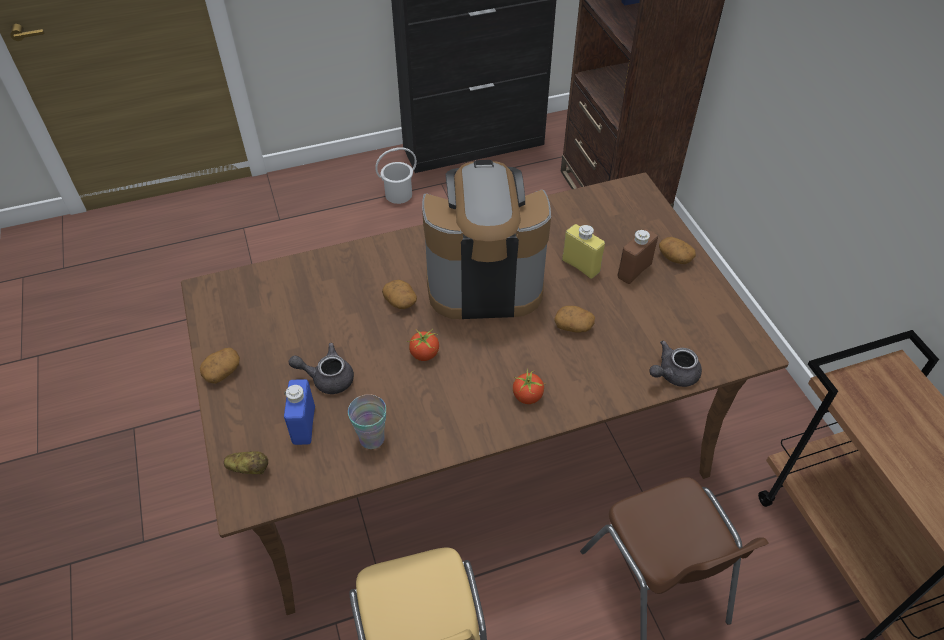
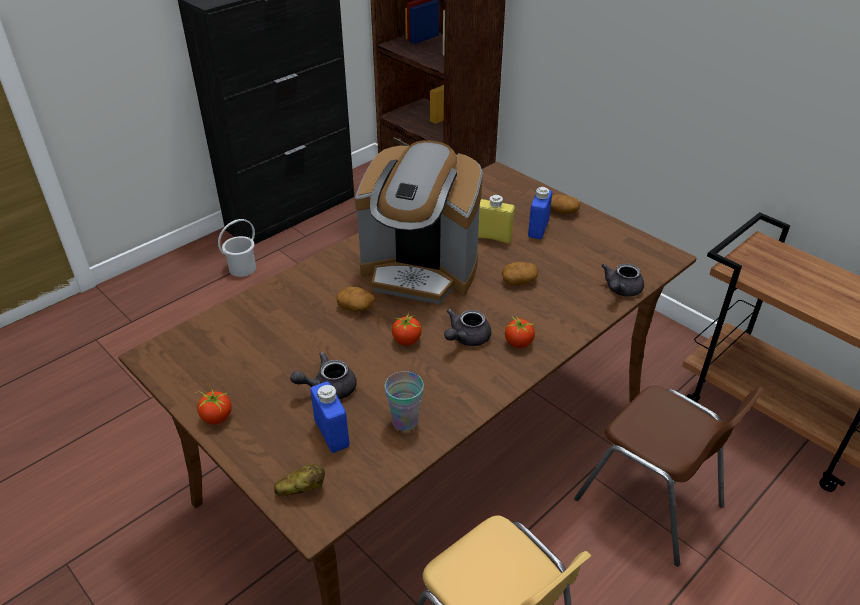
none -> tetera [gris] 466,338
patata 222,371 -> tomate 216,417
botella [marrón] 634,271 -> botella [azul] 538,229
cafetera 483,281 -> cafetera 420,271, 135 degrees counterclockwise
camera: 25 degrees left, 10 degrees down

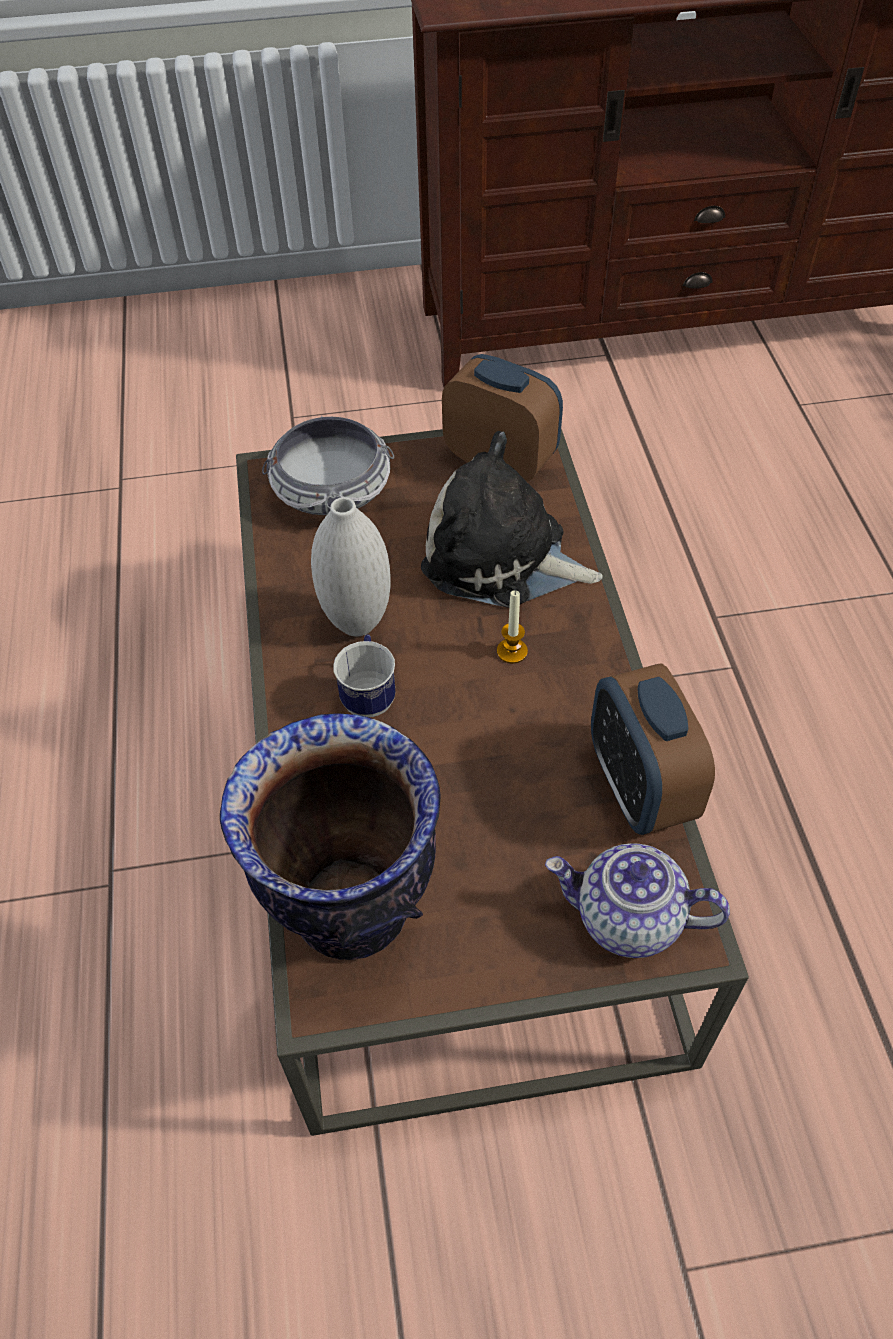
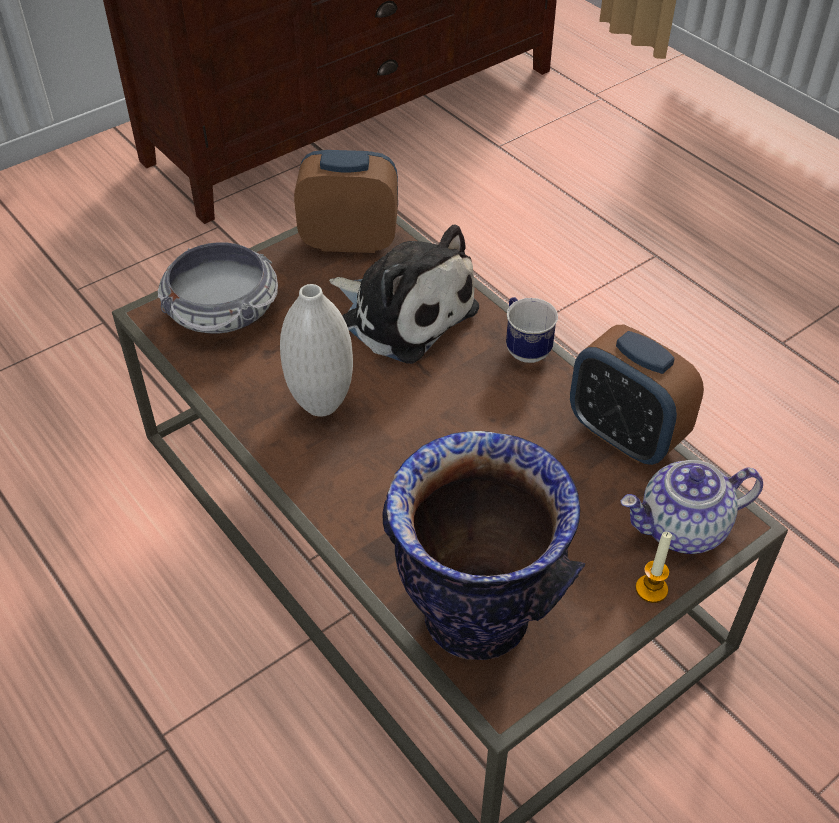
taza grande 369,694 -> taza grande 524,348, shifted
vela 512,651 -> vela 651,589, shifted
peluche 502,558 -> peluche 404,312, 135 degrees counterclockwise
camera: 30 degrees left, 5 degrees down

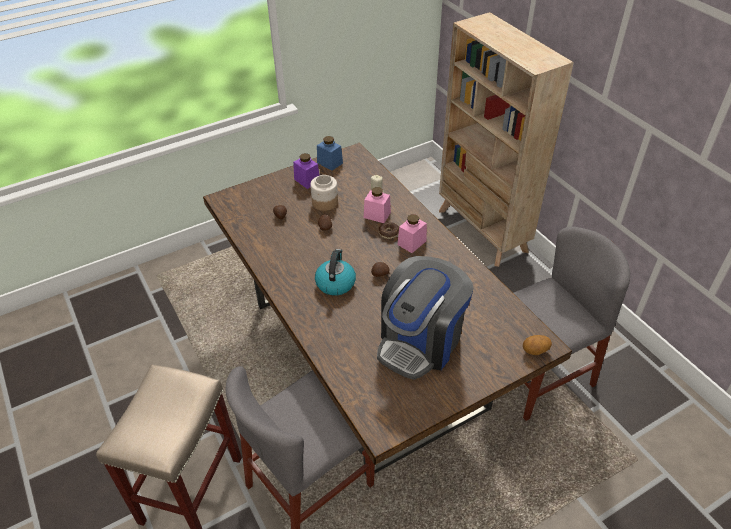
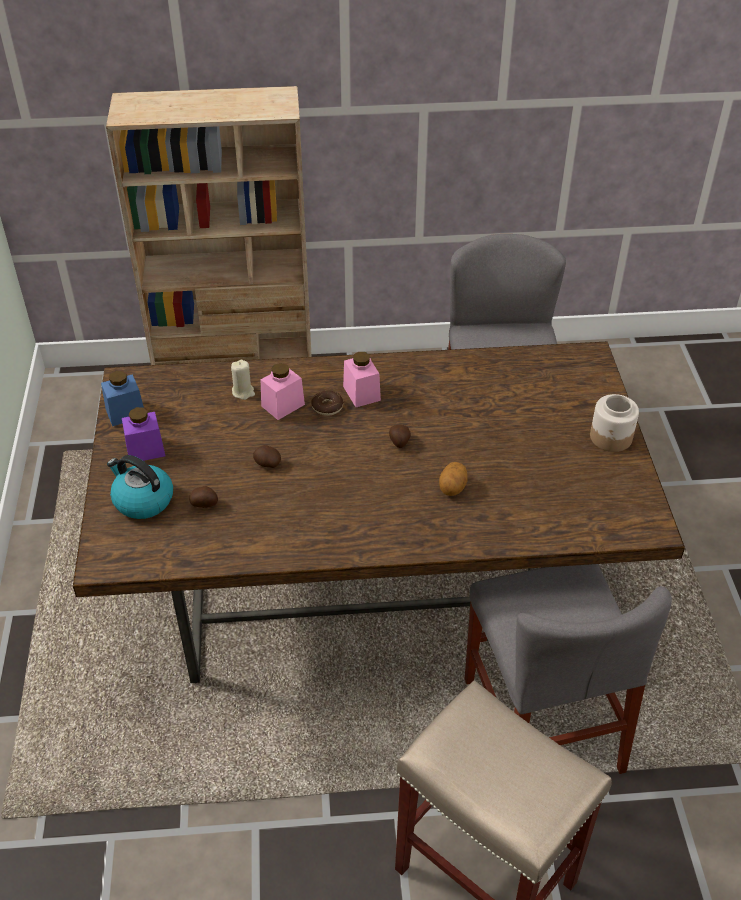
cafetera 421,341 -> none
tarro 324,202 -> tarro 611,438, shifted
hervidor 335,283 -> hervidor 142,500, shifted
patata 535,351 -> patata 453,488, shifted
camera: 65 degrees left, 0 degrees up

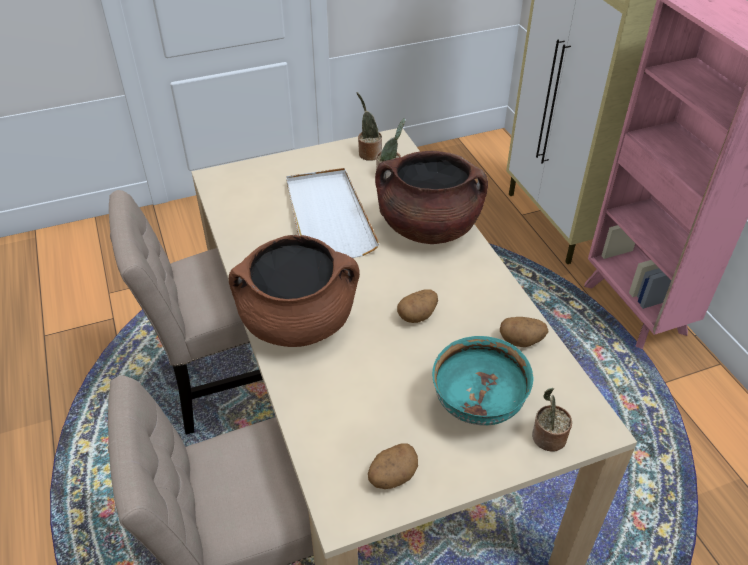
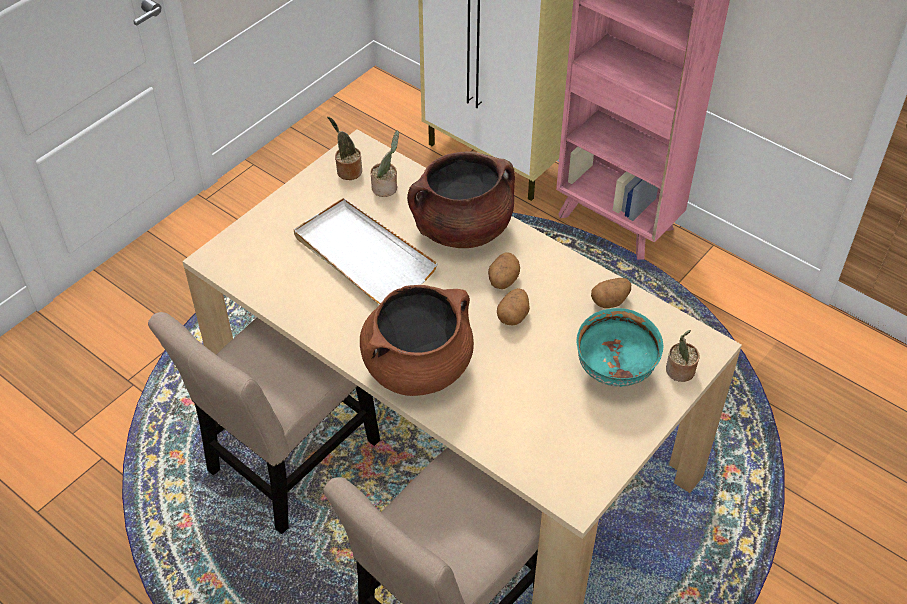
patata 392,476 -> patata 503,281, shifted
camera: 30 degrees left, 5 degrees up

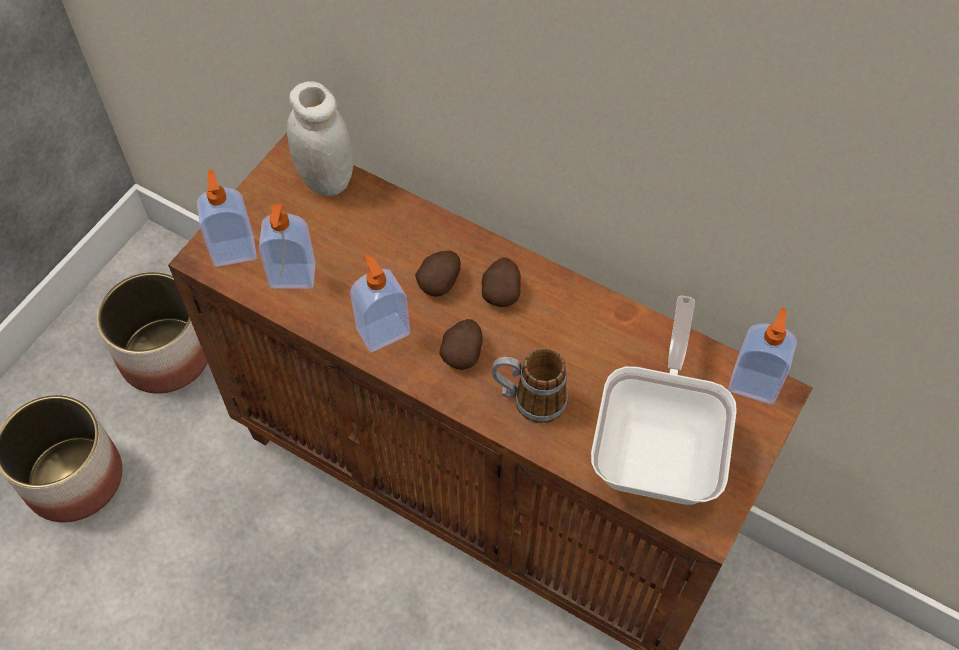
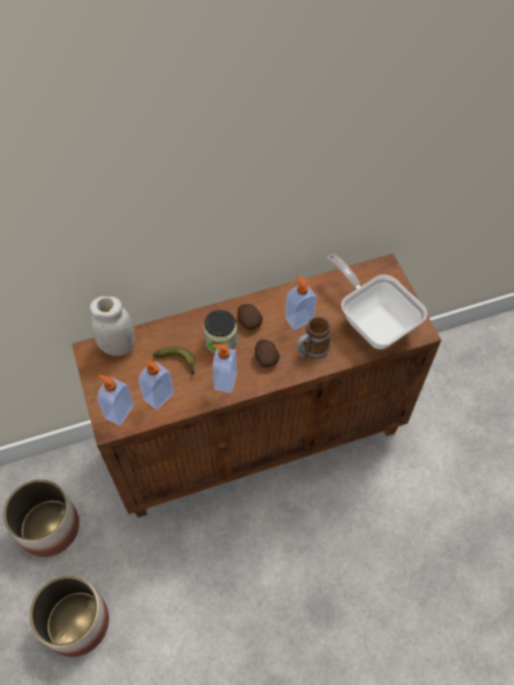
none -> plátano 179,362
dispensador de jabón 754,383 -> dispensador de jabón 299,318, shifted
patata 440,282 -> tarro 221,341
camera: 50 degrees left, 0 degrees up

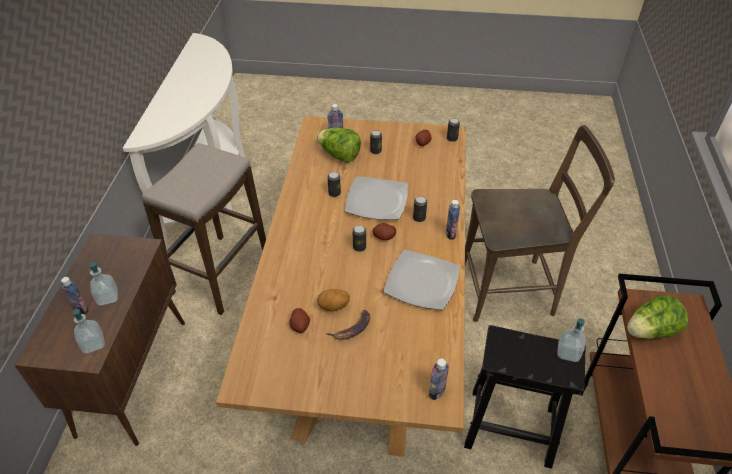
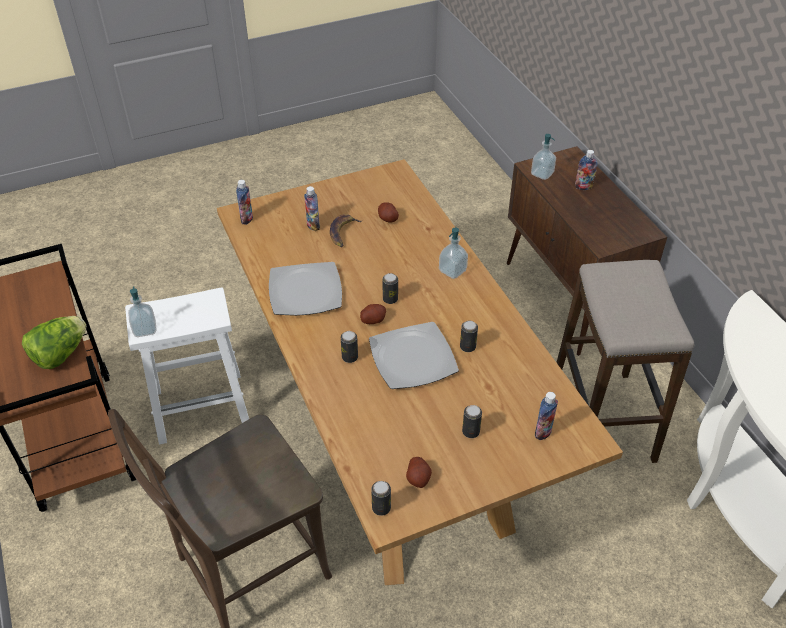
lechuga 339,155 -> none
patata 333,307 -> none
dispensador de jabón 107,297 -> dispensador de jabón 452,271, shifted
botella 450,234 -> botella 313,225, shifted
taburete [negro] 508,427 -> taburete [blanco] 202,406
camera: 150 degrees right, 0 degrees up

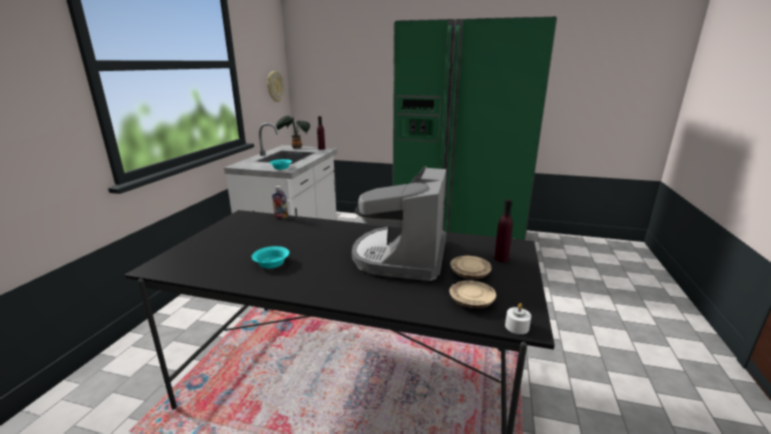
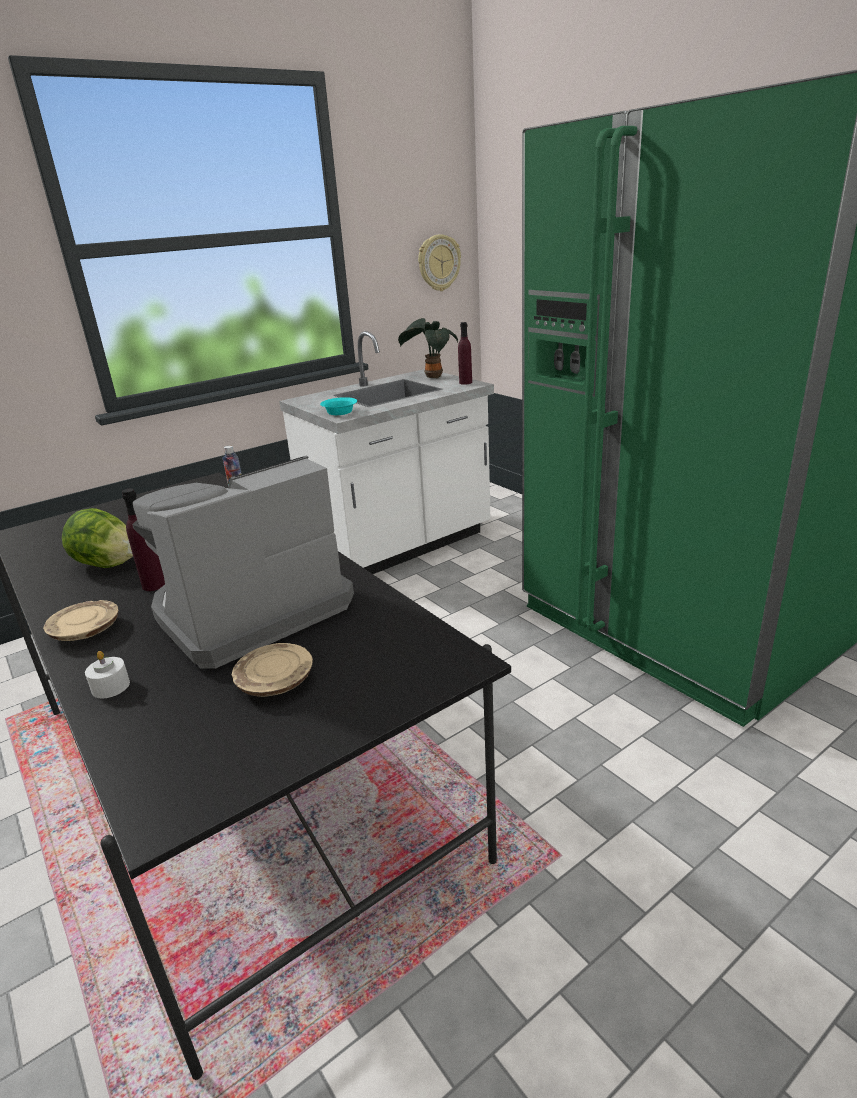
plato [beis] 471,301 -> plato [beis] 85,631, shifted
botella [morado] 501,259 -> botella [morado] 154,585, shifted
vela [blanco] 517,326 -> vela [blanco] 110,686, shifted
cuenco [turquesa] 271,263 -> lechuga 107,564
camera: 40 degrees right, 5 degrees up

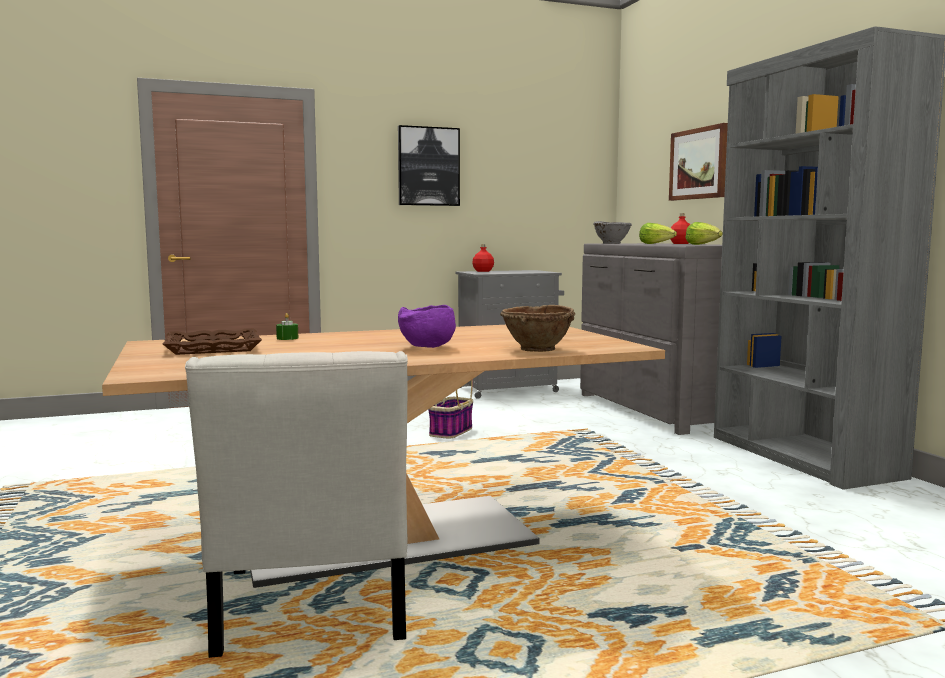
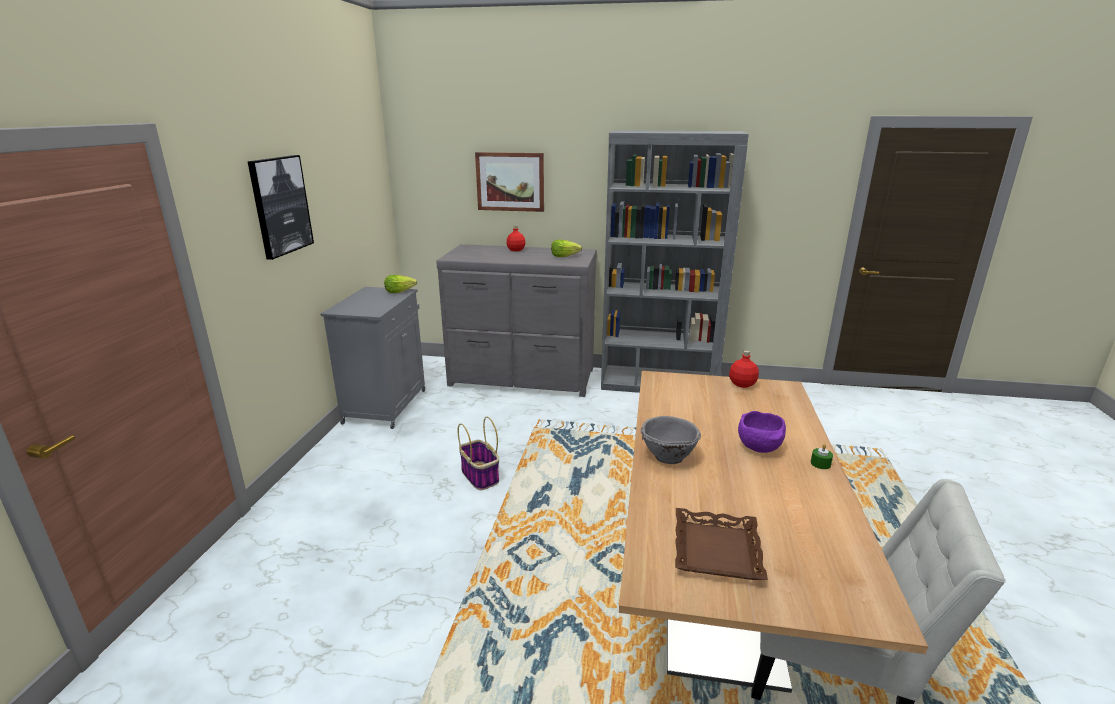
cuenco [marrón] 537,349 -> none
vela [verde] 287,338 -> vela [verde] 820,463, shifted
botella [rojo] 483,271 -> botella [rojo] 742,384, shifted
cuenco [gris] 611,243 -> cuenco [gris] 667,456, shifted
lechuga 656,244 -> lechuga 399,291, shifted
camera: 60 degrees left, 15 degrees up

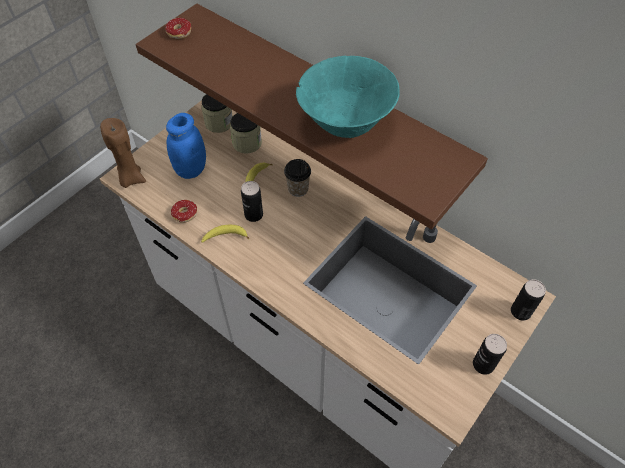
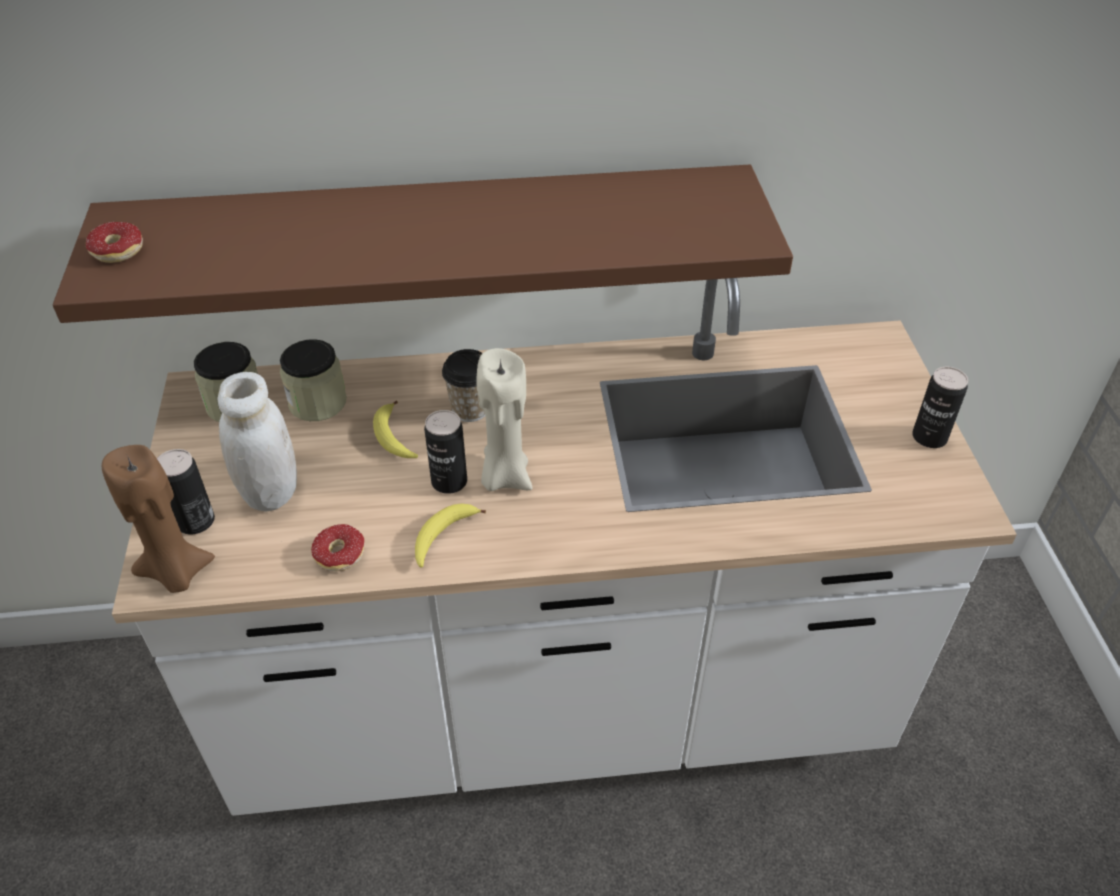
cuenco [turquesa] 345,124 -> none
none -> vela [beis] 504,476
lata 520,311 -> lata 196,521, shifted
tarro [azul] 191,169 -> tarro [blanco] 270,492
camera: 45 degrees left, 10 degrees down

